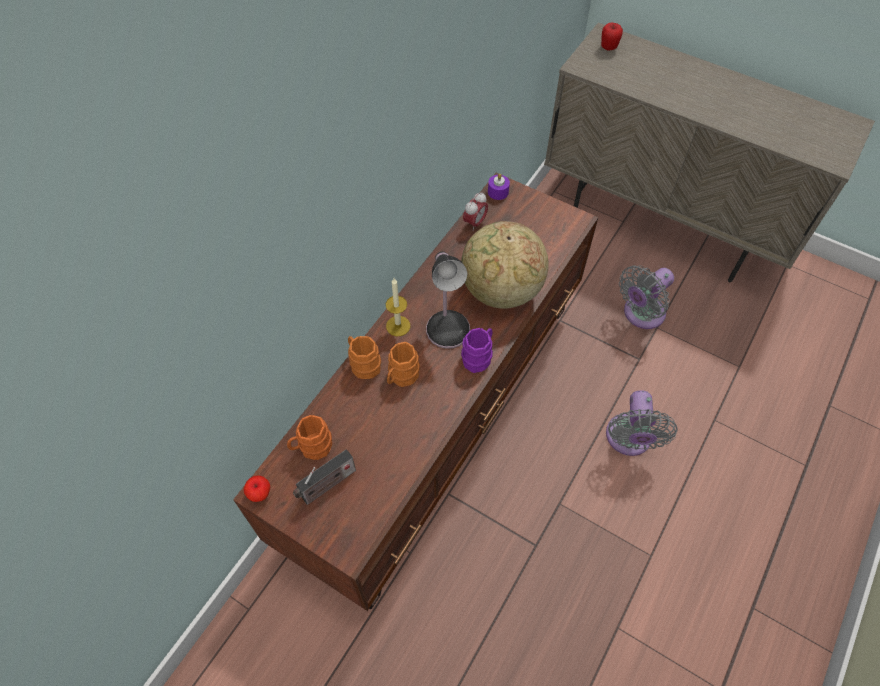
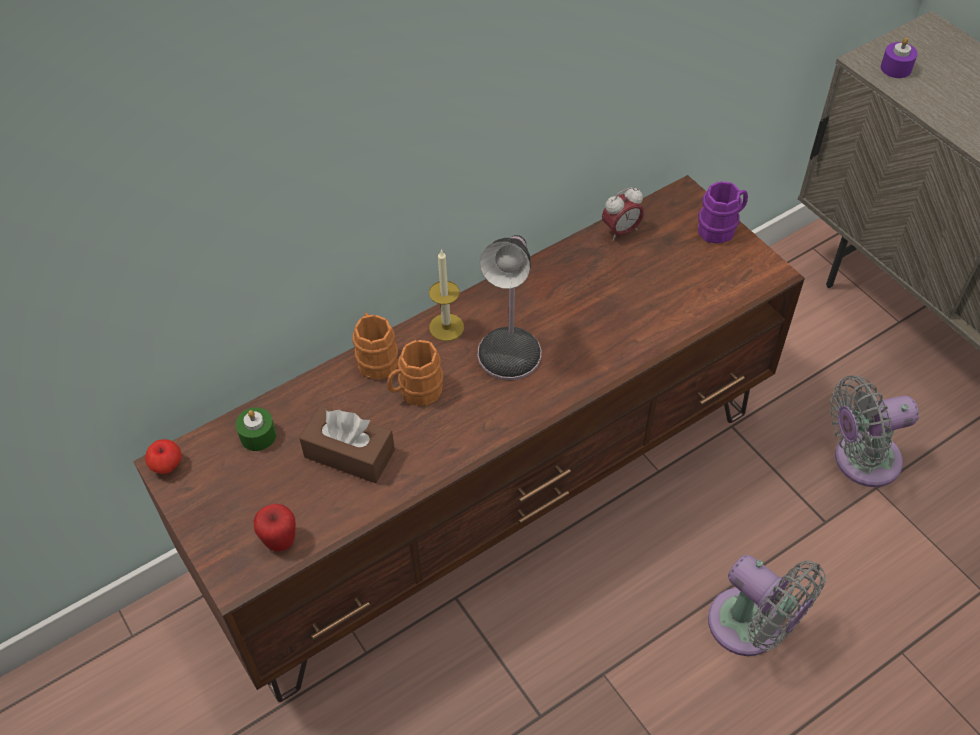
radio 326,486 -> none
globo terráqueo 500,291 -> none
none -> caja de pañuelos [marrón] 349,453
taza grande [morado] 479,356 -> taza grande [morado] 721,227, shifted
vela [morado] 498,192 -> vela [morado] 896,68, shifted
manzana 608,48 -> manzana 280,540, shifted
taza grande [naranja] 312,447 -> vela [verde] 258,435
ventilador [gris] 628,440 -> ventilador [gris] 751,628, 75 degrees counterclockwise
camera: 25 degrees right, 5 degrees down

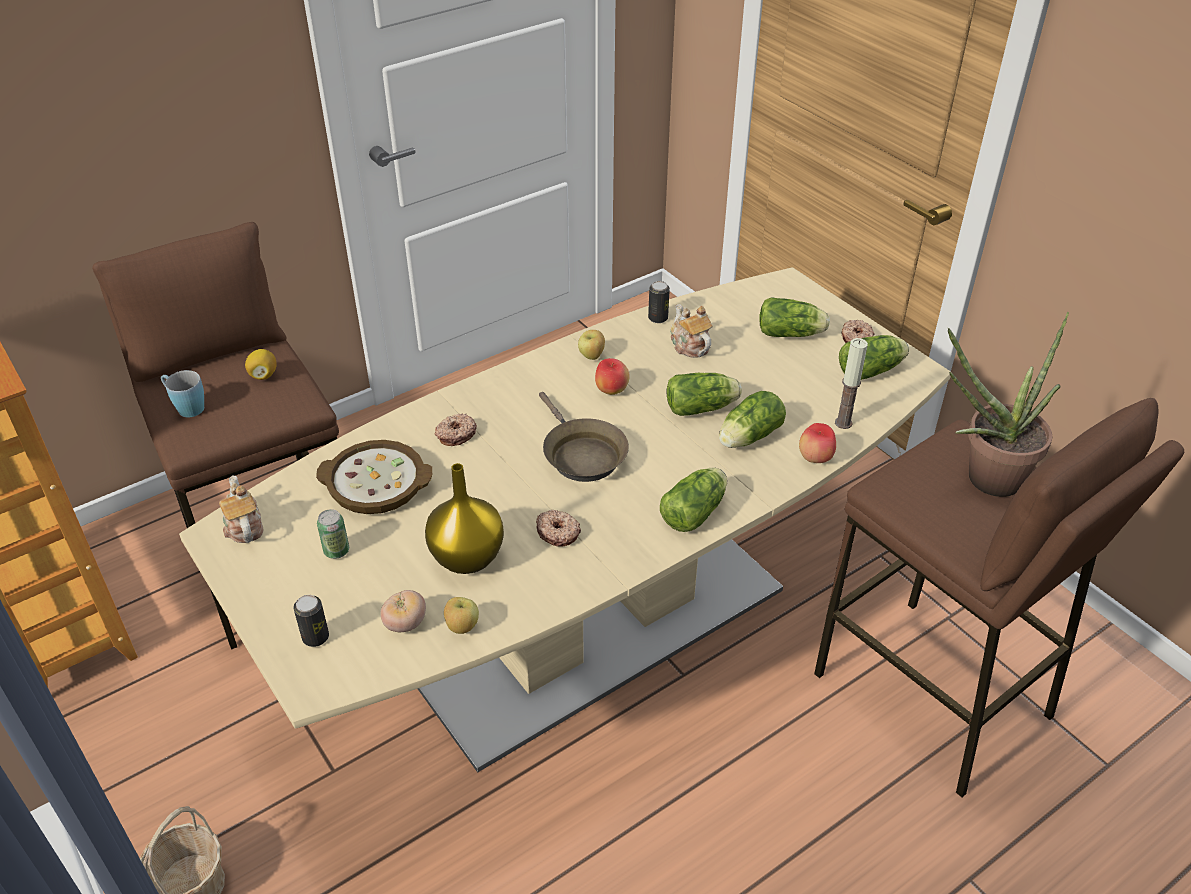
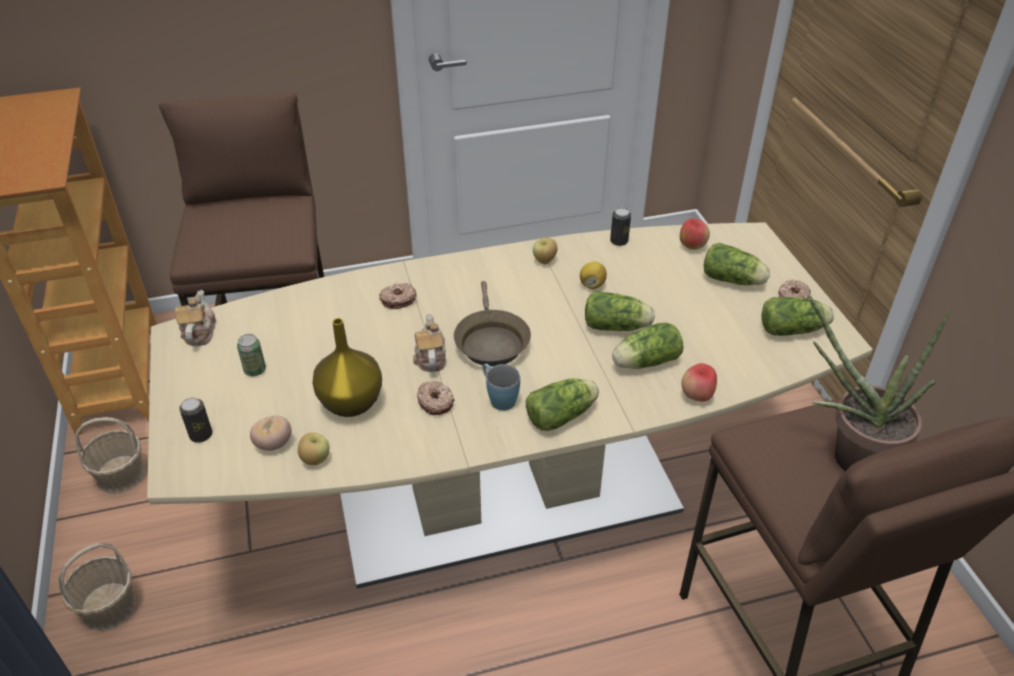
cuenco 377,487 -> none
vela 843,423 -> none
none -> cesta 120,475
taza grande [azul] 186,407 -> taza grande [azul] 498,398, shifted
limón 263,375 -> limón 592,284, shifted
manzana 611,391 -> manzana 692,247, shifted
tetera 689,345 -> tetera 430,357, shifted
camera: 20 degrees right, 0 degrees up

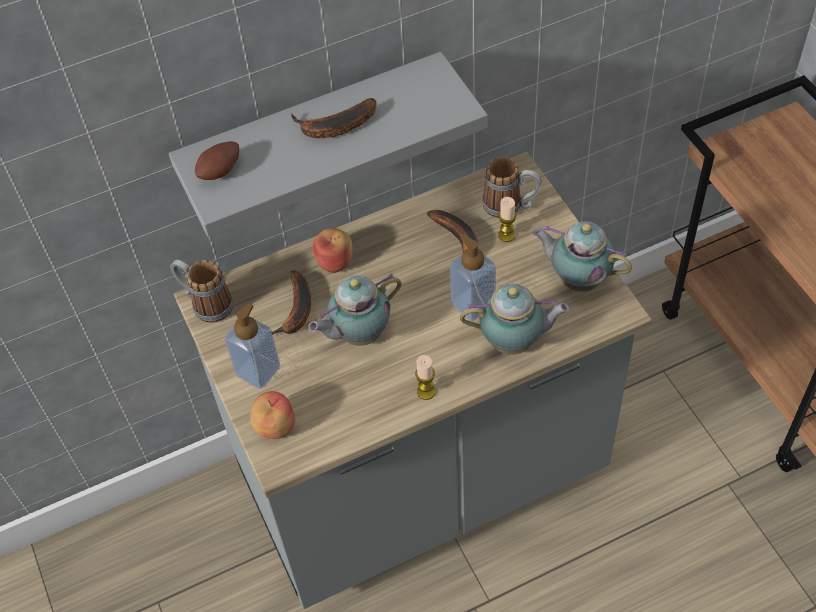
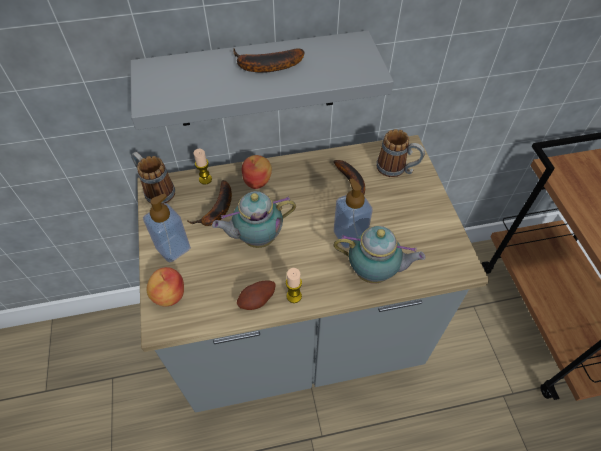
tetera 577,278 -> none
patata 221,172 -> patata 258,301, shifted
vela 506,235 -> vela 205,179, shifted
camera: 10 degrees right, 0 degrees up

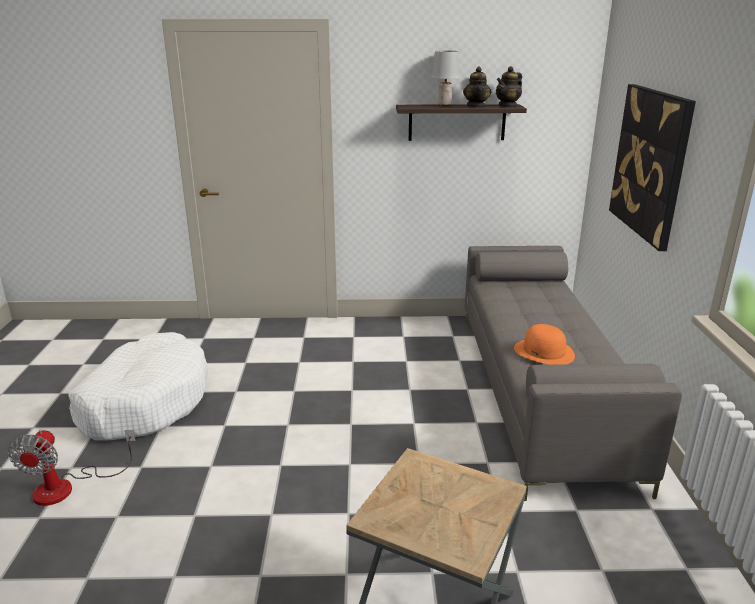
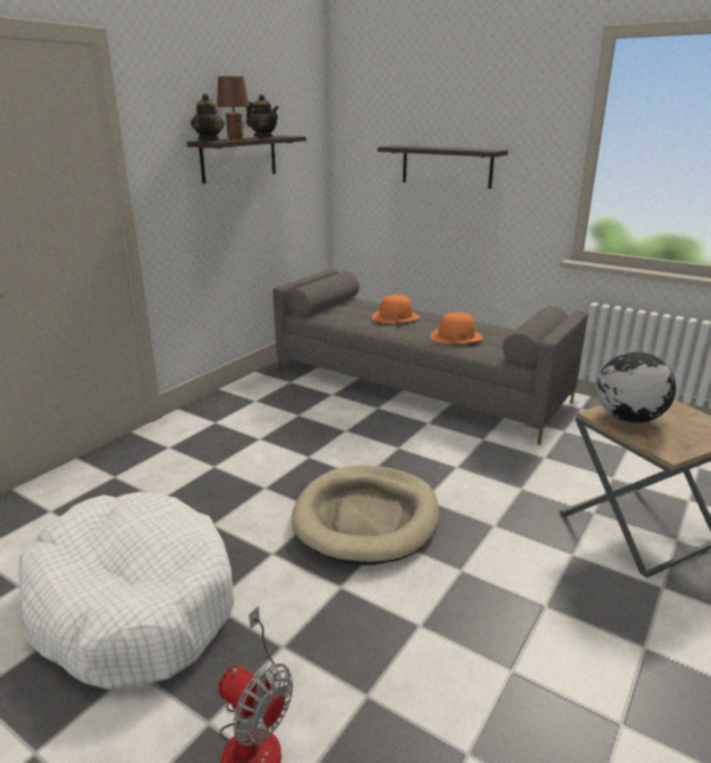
none -> cama para perro [beis] 366,518
none -> sombrero [naranja] 395,317
none -> globo terráqueo 628,418
tetera 508,106 -> tetera 209,140, shifted
cuadro 650,163 -> estante 446,166
lámpara de mesa [gris] 444,105 -> lámpara de mesa [marrón] 236,139
camera: 55 degrees left, 0 degrees up

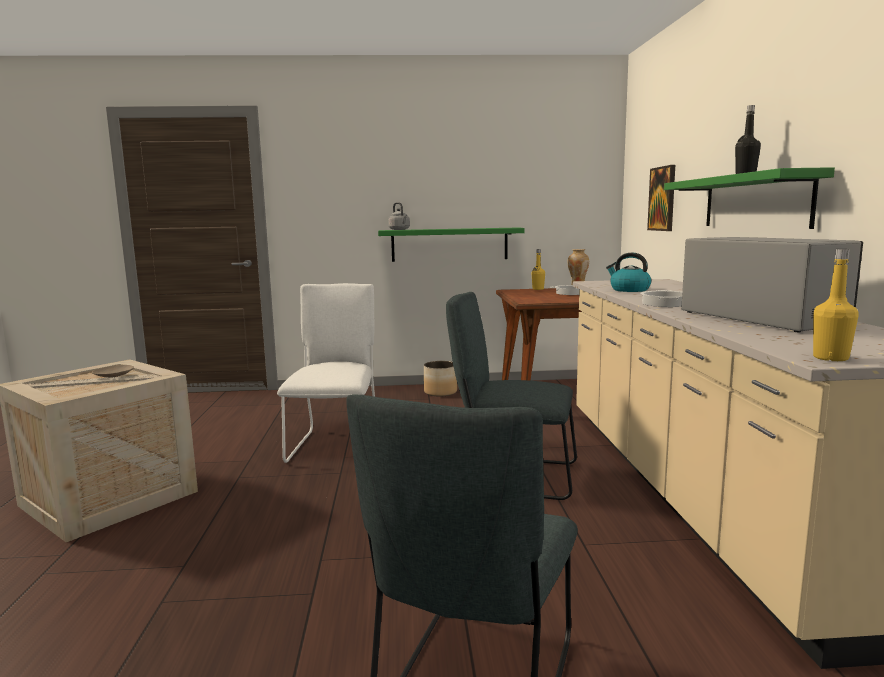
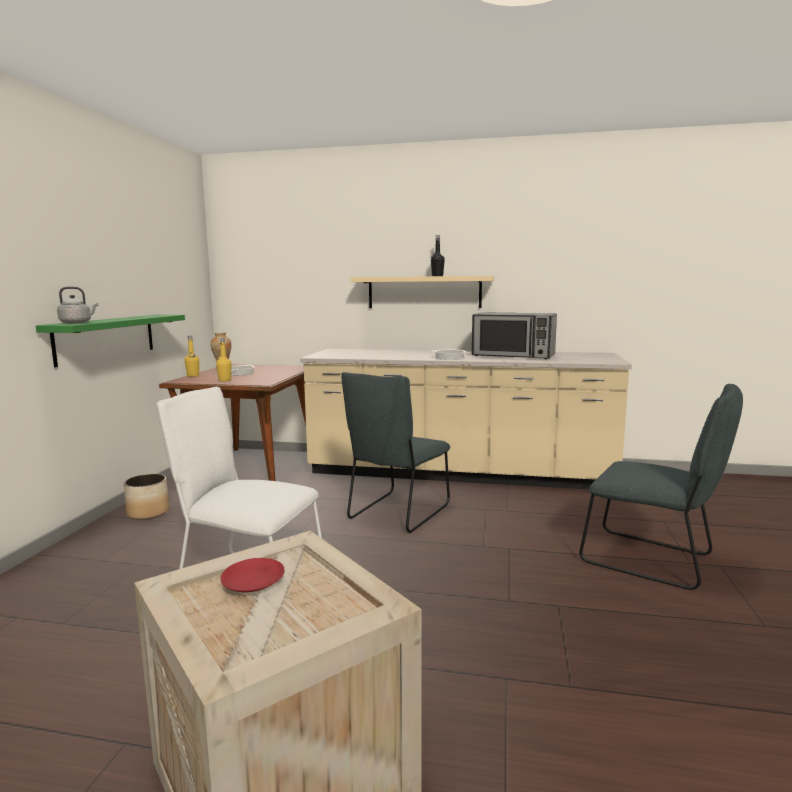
hervidor 629,290 -> none
cuadro 662,199 -> none
botella [amarillo] 830,358 -> botella [amarillo] 224,380, shifted
plato [beis] 114,375 -> plato [rojo] 254,582
estante [verde] 755,202 -> estante [beis] 424,292
microondas 760,318 -> microondas 513,355, 150 degrees counterclockwise
camera: 75 degrees left, 0 degrees up

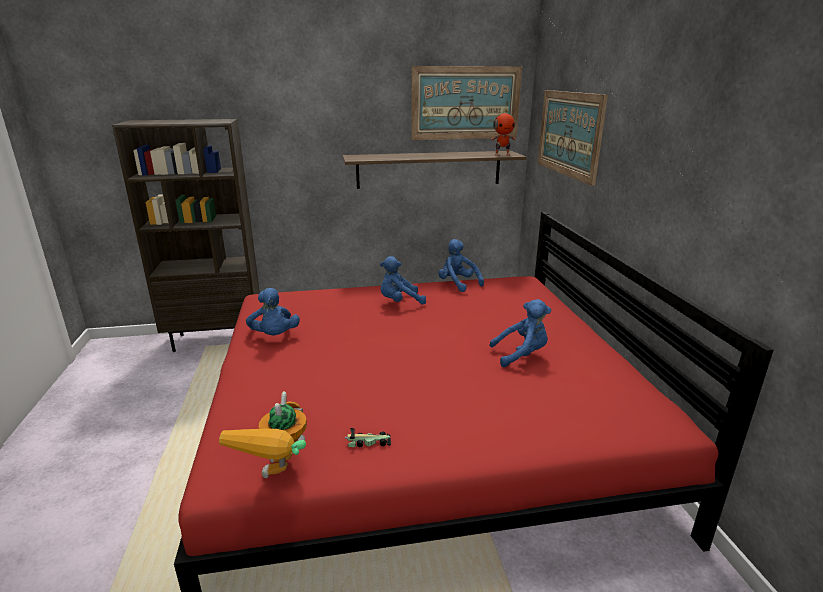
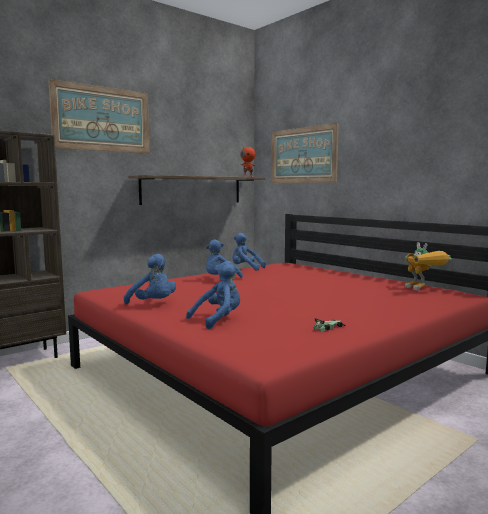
robot de juguete 280,478 -> robot de juguete 423,289, shifted
cuadro 465,103 -> cuadro 102,119, shifted
peluche [azul] 521,355 -> peluche [azul] 218,319, shifted
camera: 30 degrees left, 15 degrees down

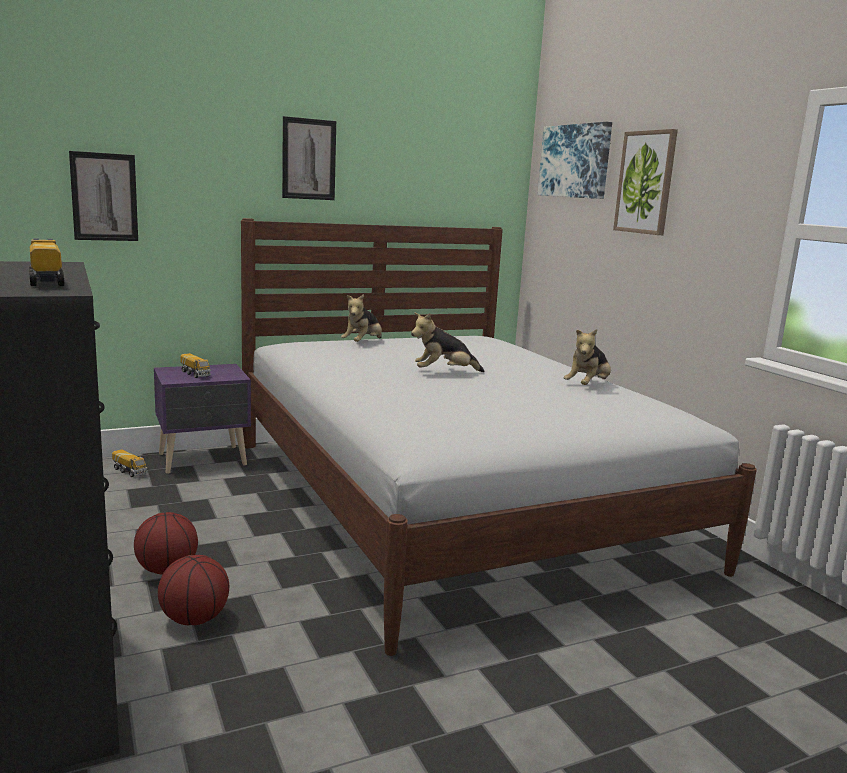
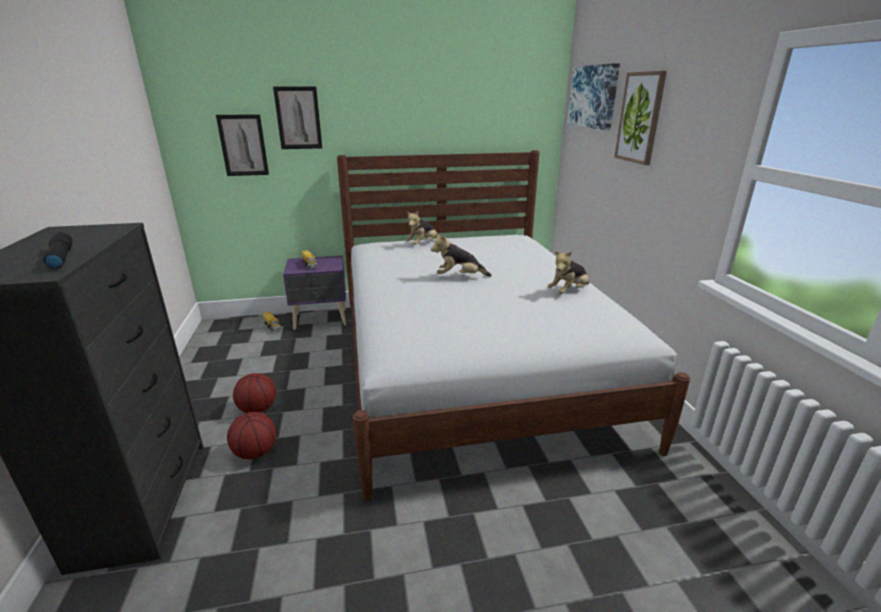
cuadro 309,159 -> cuadro 298,118, shifted
camión de juguete 46,281 -> linterna [negro] 60,258
camera: 15 degrees right, 10 degrees up

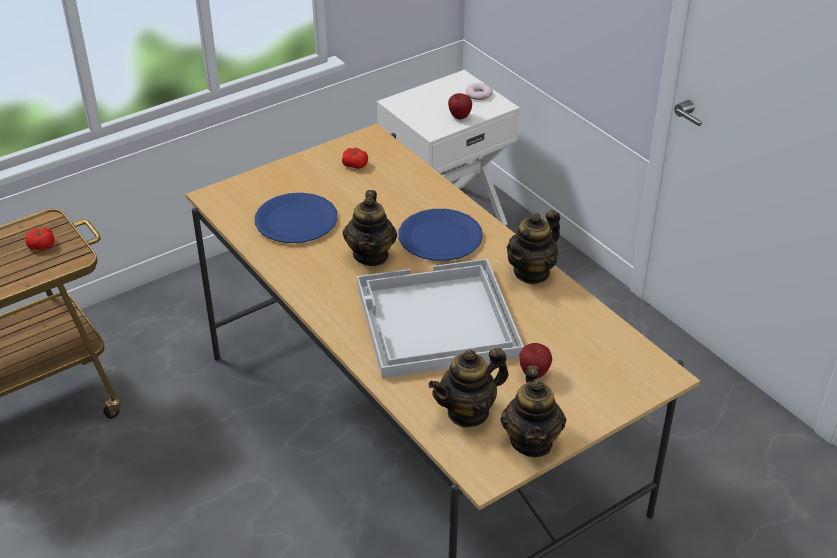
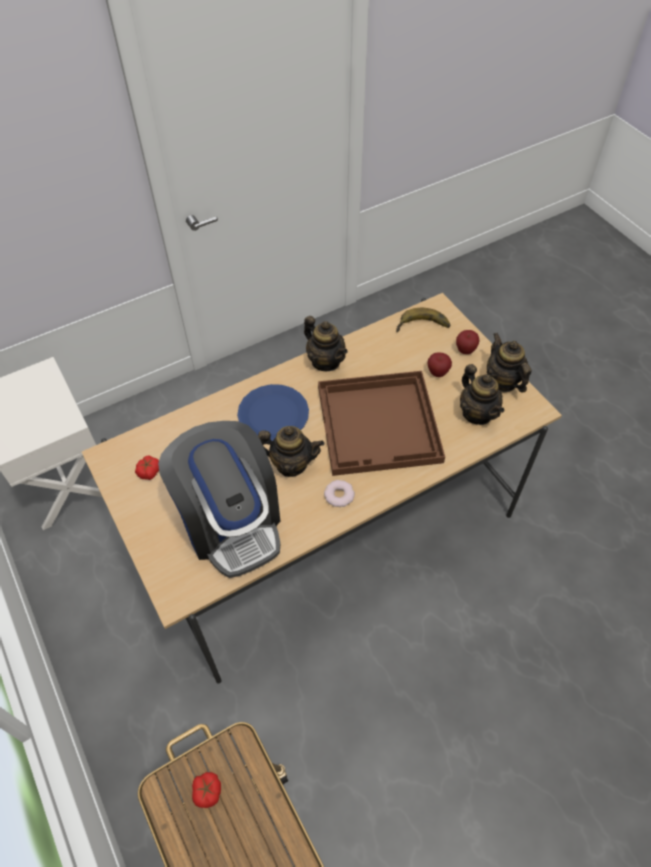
none -> plátano 423,328
manzana 459,117 -> manzana 465,350, shifted
rosquilla 479,94 -> rosquilla 339,495, shifted
plato [azul] 296,220 -> cafetera 231,521
bandeja [blanco] 436,321 -> bandeja [marrón] 380,425
tetera 532,441 -> tetera 502,381, 120 degrees counterclockwise
camera: 85 degrees left, 15 degrees up

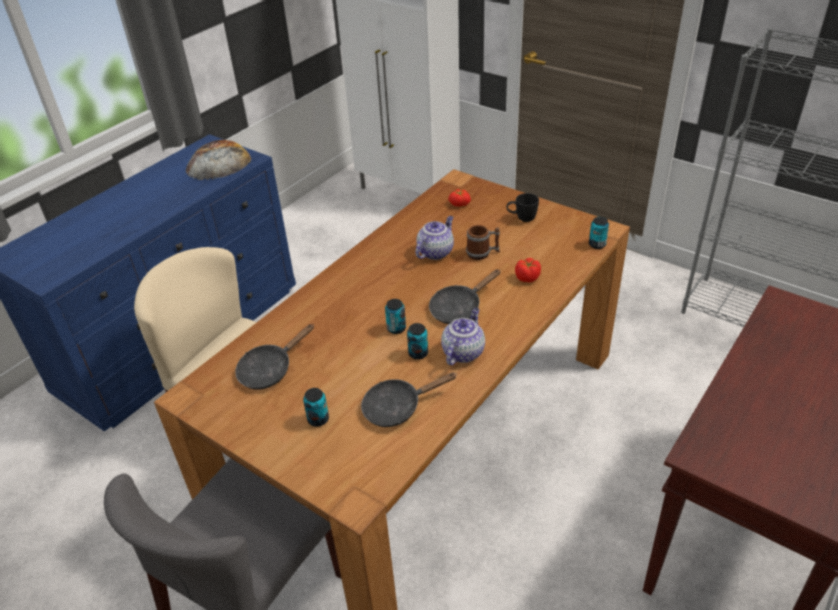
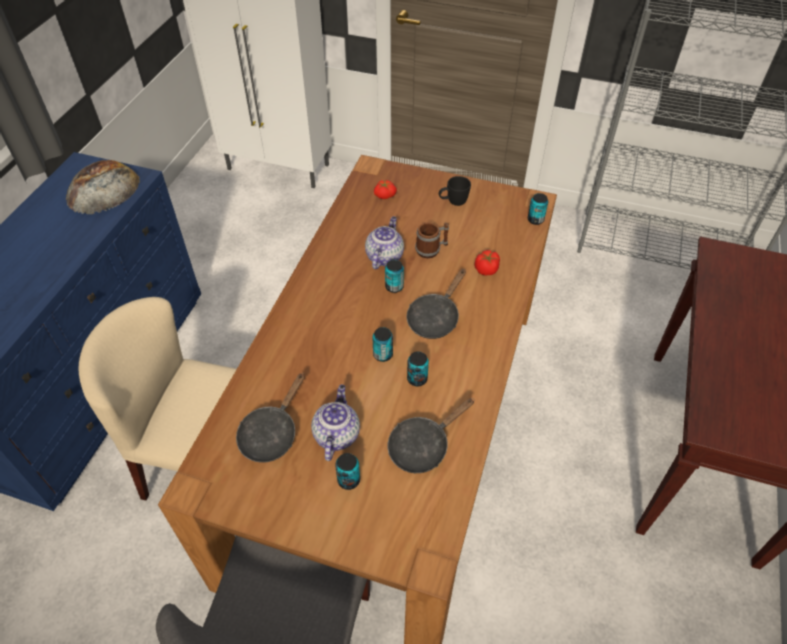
none -> lata 394,287
tetera 463,352 -> tetera 336,434, shifted
camera: 20 degrees left, 10 degrees up

